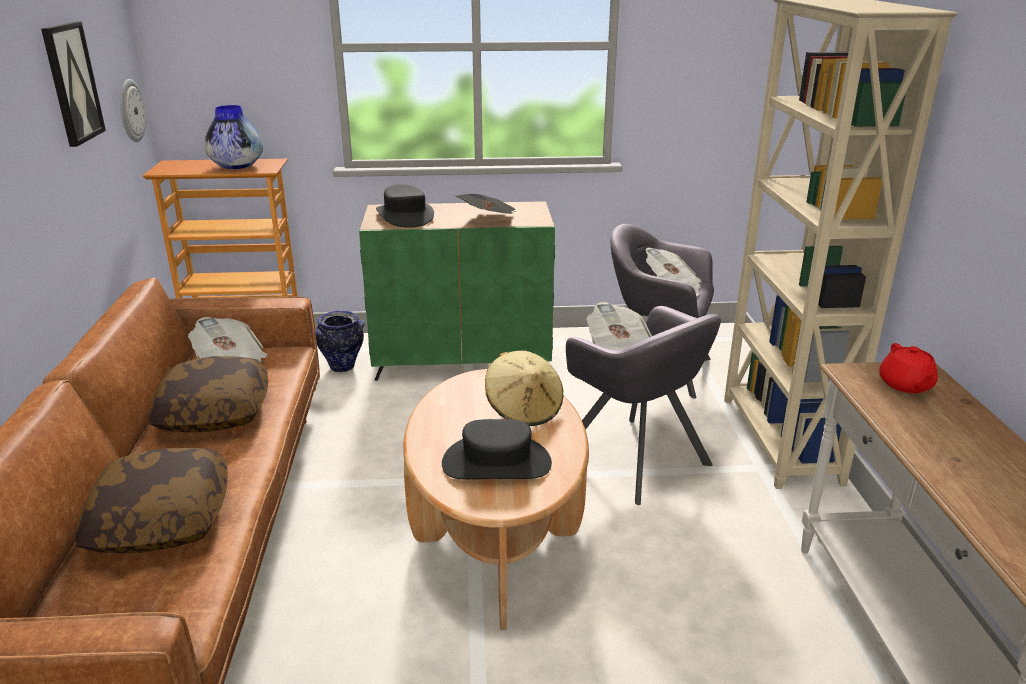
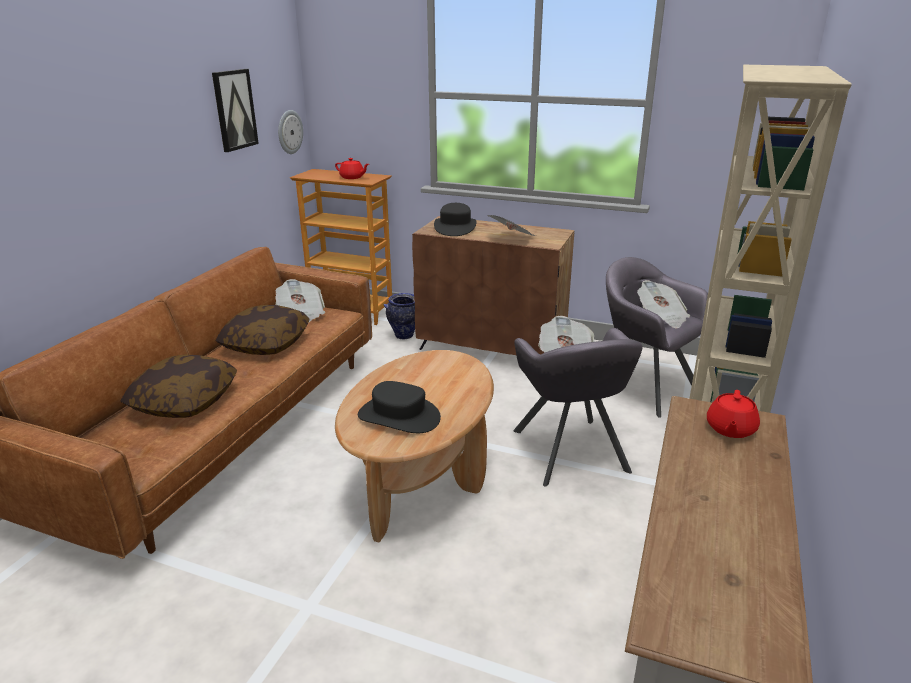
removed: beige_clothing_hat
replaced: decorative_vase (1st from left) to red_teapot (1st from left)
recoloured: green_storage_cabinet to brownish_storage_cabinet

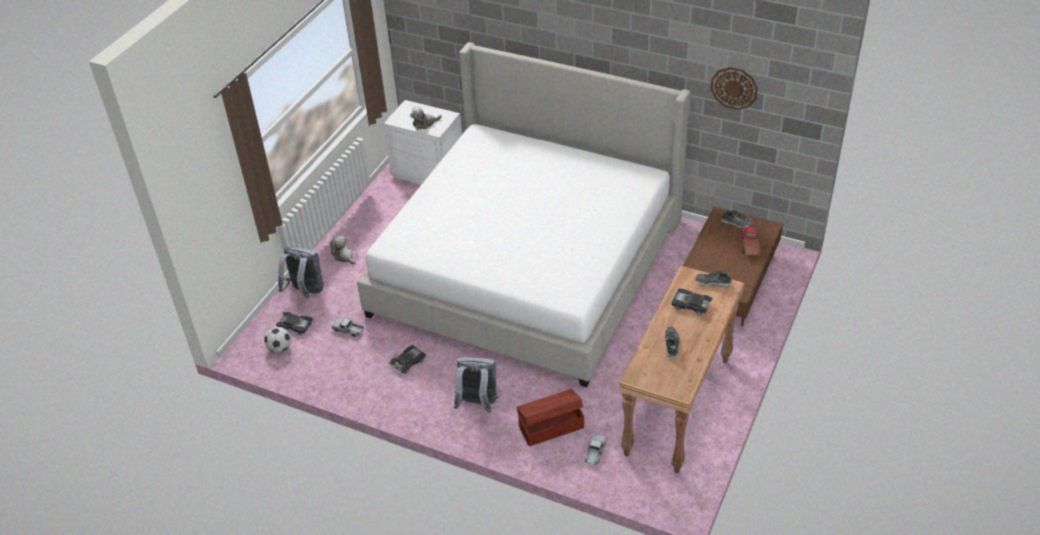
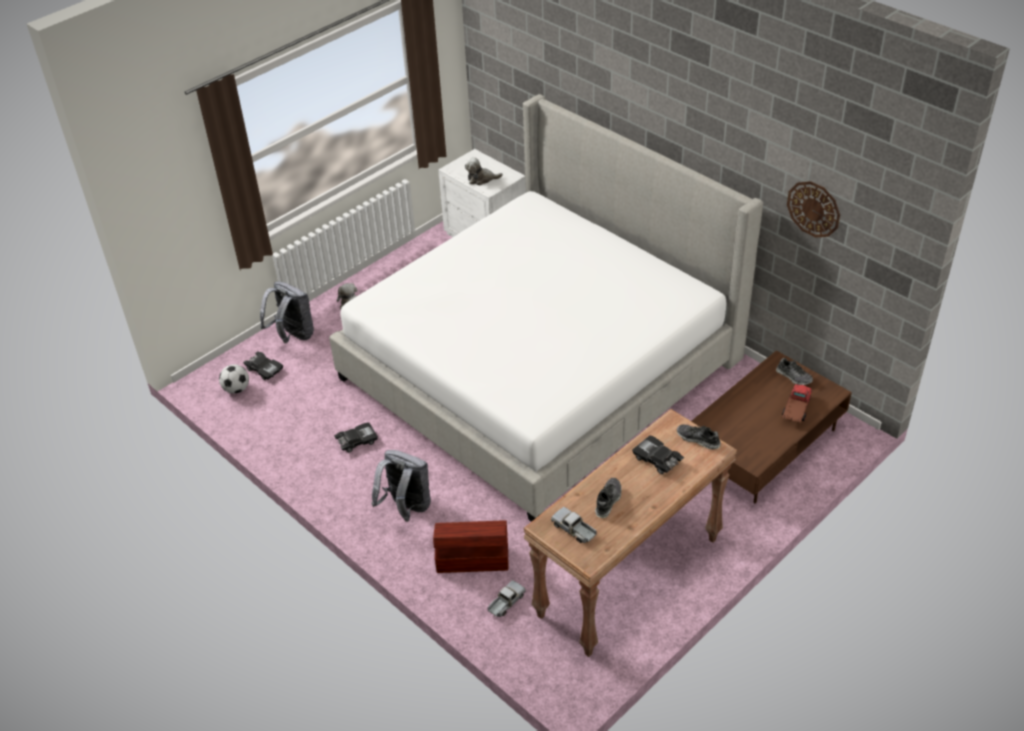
moved: toy_truck (1st from left in the first image) to toy_truck (2nd from left)

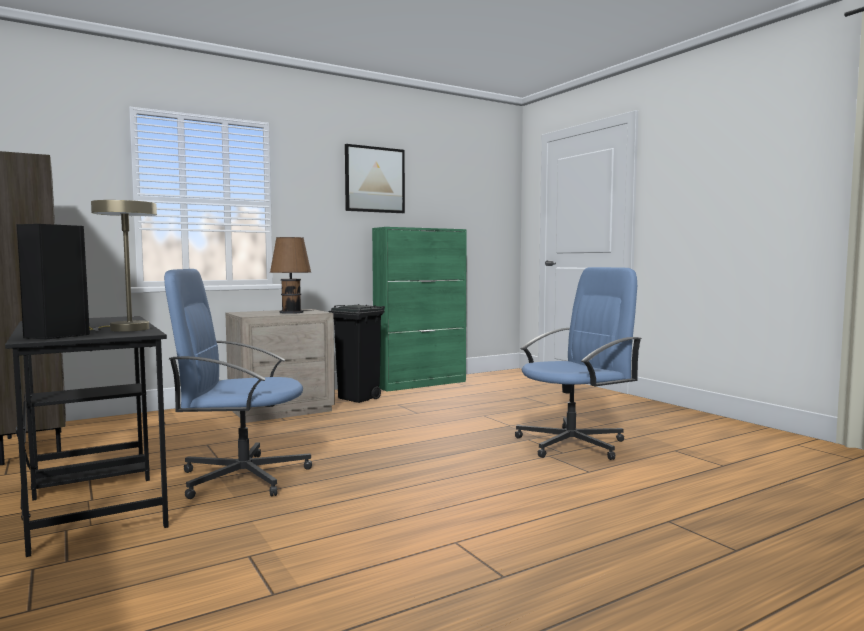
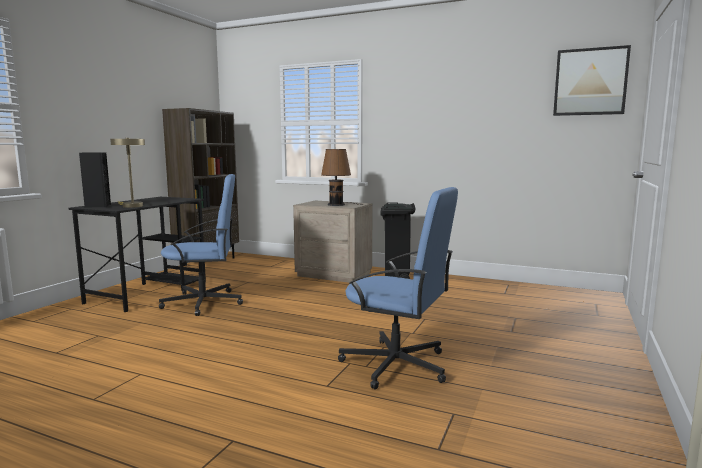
removed: green_storage_cabinet
moved: wall_picture
turned: bluish_computer_chair (1st from left) 120 degrees clockwise

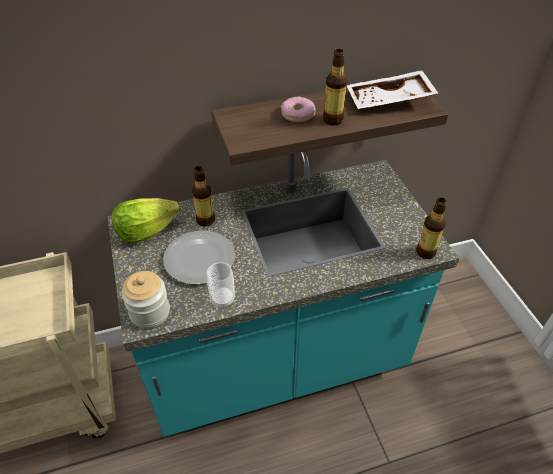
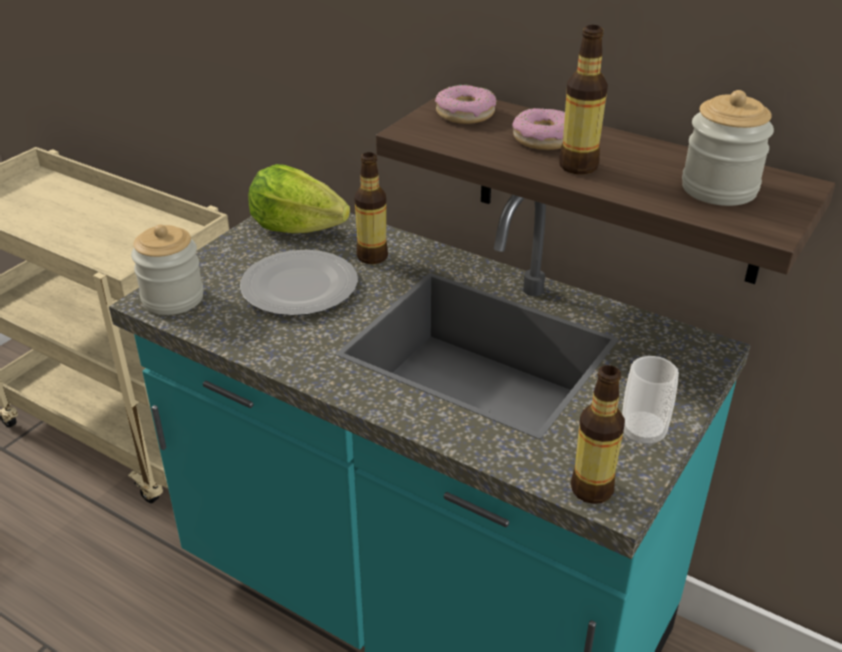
added: doughnut (1st from left)
moved: small_cup
replaced: white-coloured_serving_tray to preserve_jar (2nd from left)

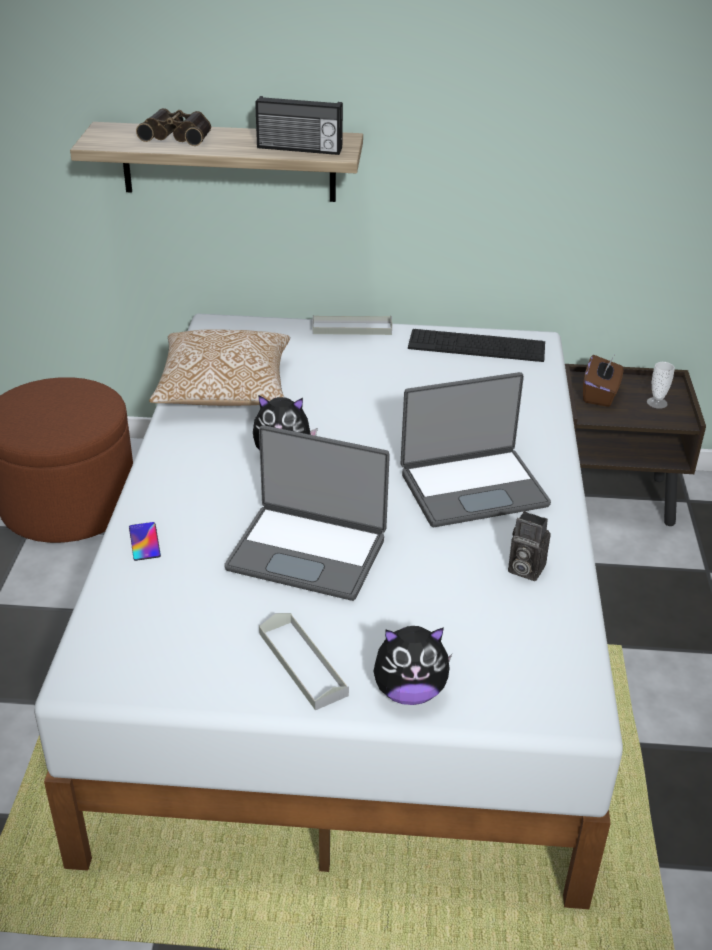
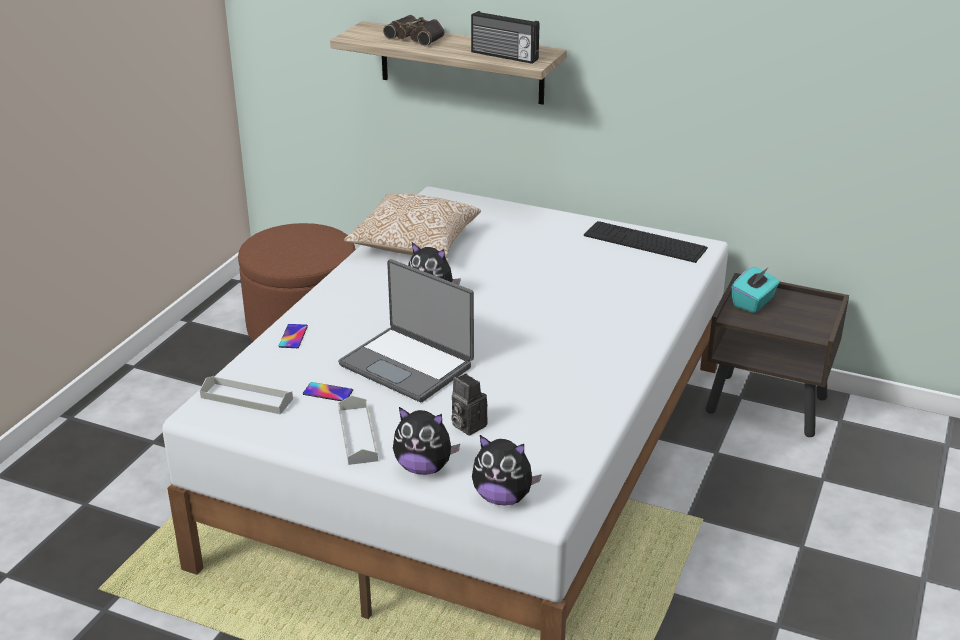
removed: portable_computer (2nd from left); small_cup
added: phone (2nd from left); plush_toy (3rd from left)
moved: greyish_serving_tray (2nd from left in the first image) to greyish_serving_tray (1st from left); photo_camera
recoloured: brownish_tissue_box to turquoise_tissue_box

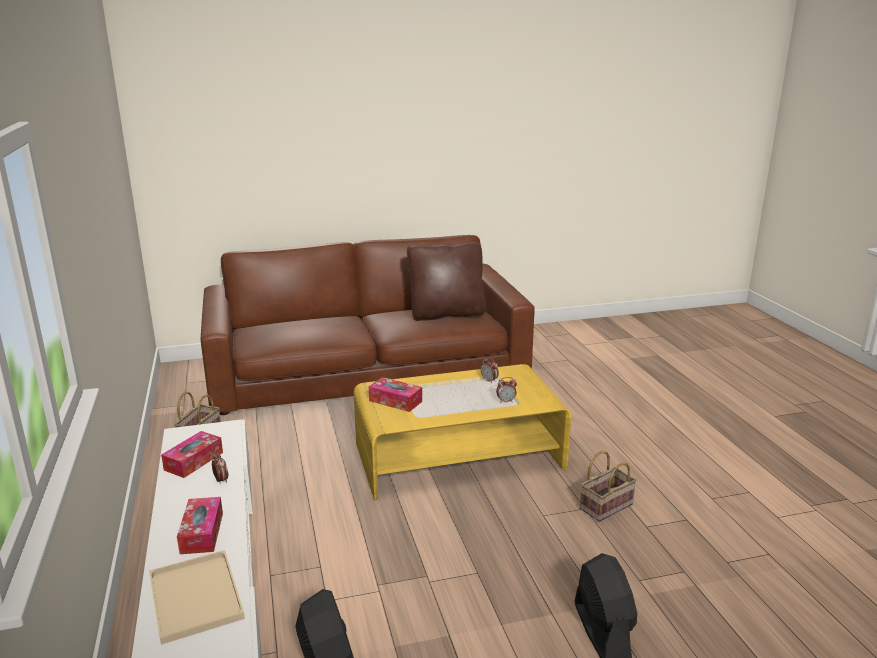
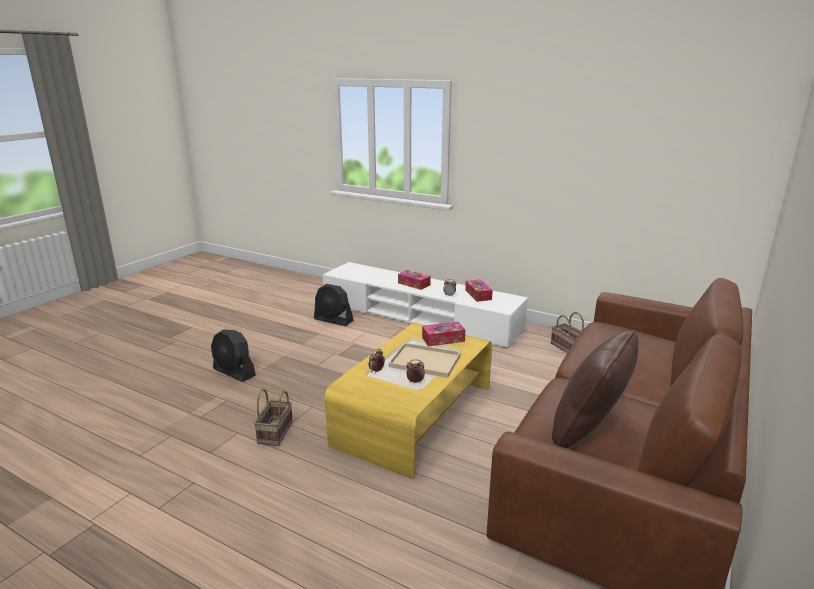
moved: beige_serving_tray

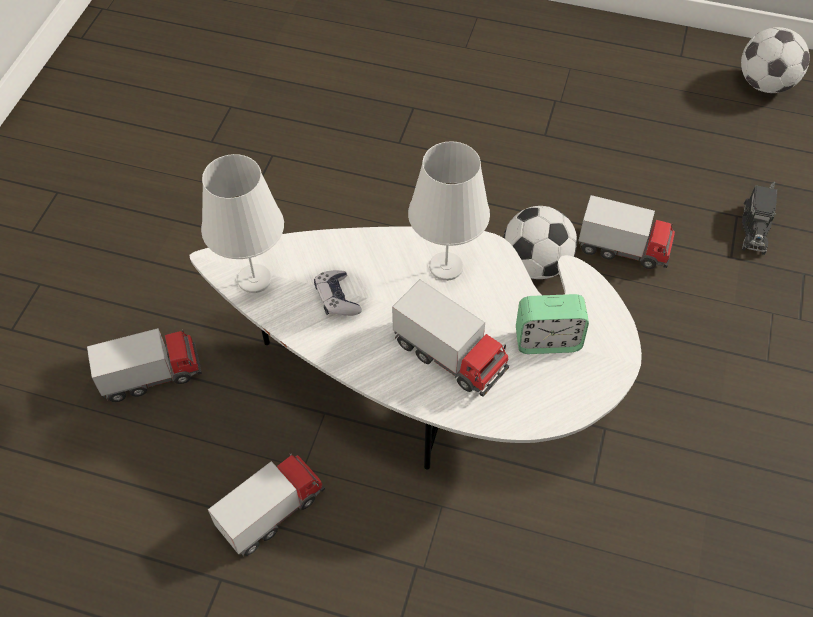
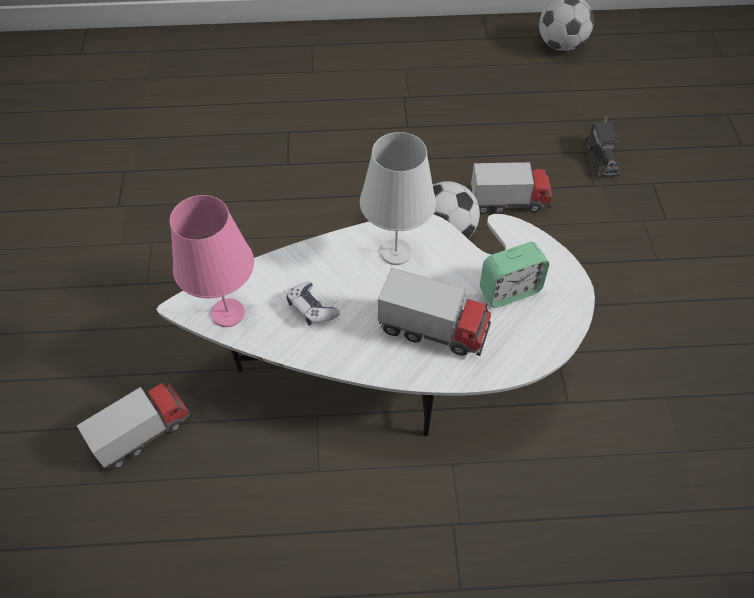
removed: toy_truck (2nd from left)
recoloured: white-coloured_tabletop_lamp (1st from left) to pink-coloured_tabletop_lamp

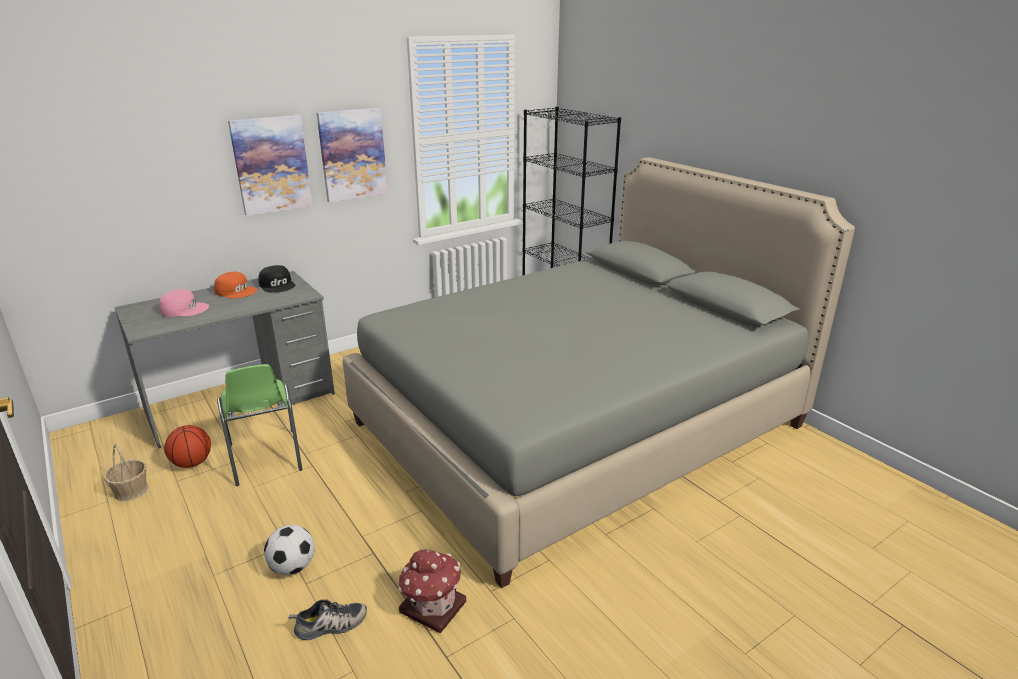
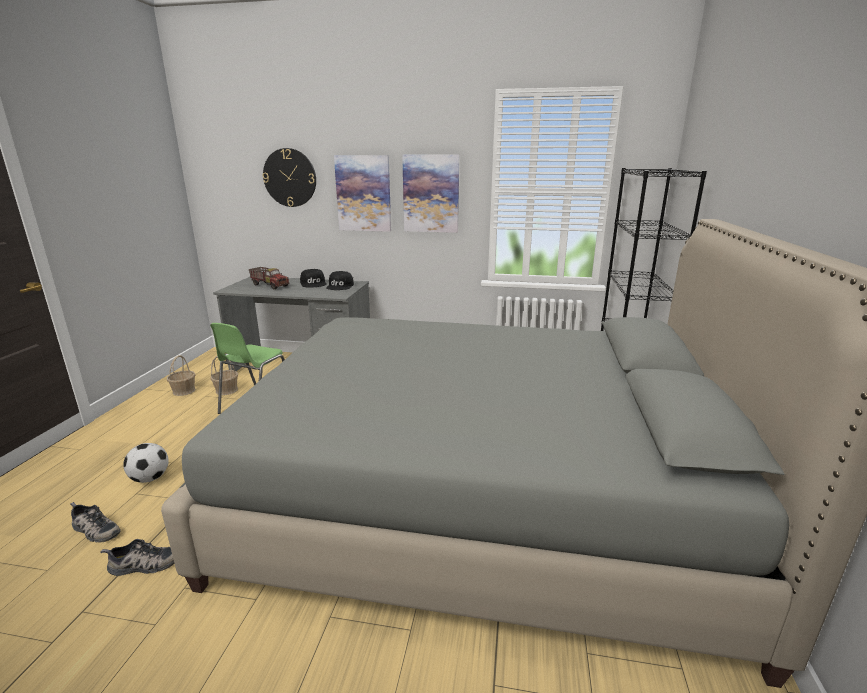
added: clock_on_the_wall
replaced: model_house to shoe (2nd from left); ball_for_basketball to storage_basket (2nd from left); pink-coloured_peaked_cap to toy_truck
recoloured: orange_peaked_cap to black_peaked_cap (1st from left)

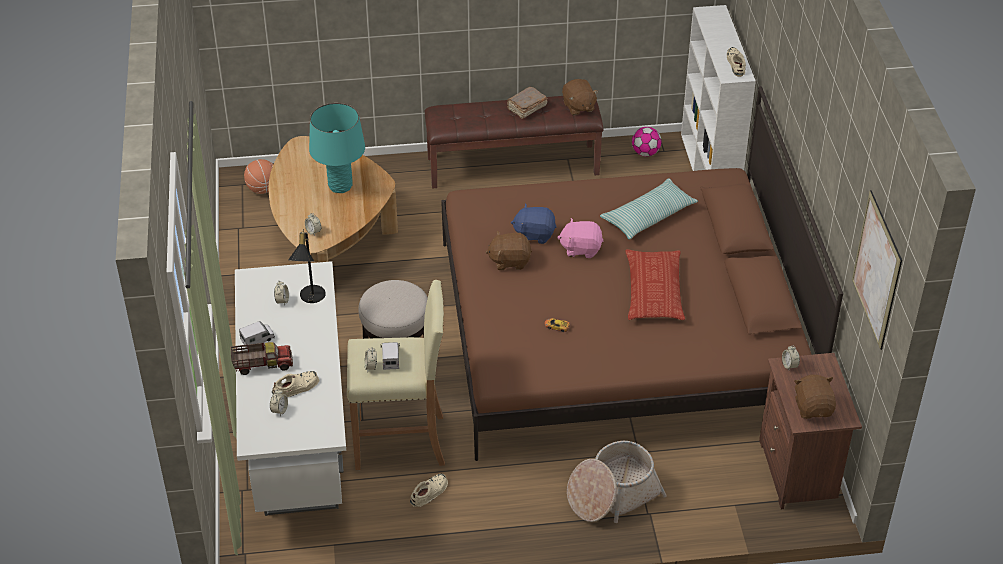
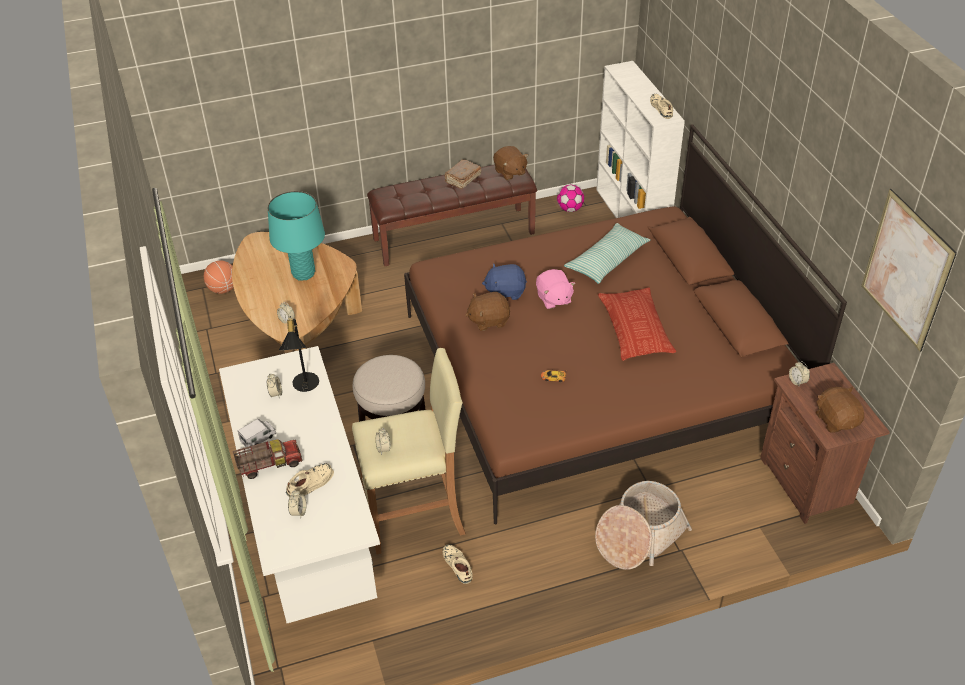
removed: toy_truck (3rd from left)
turned: beige_shoe (2nd from left) 60 degrees counterclockwise; pink-coloured_plush_toy 105 degrees counterclockwise

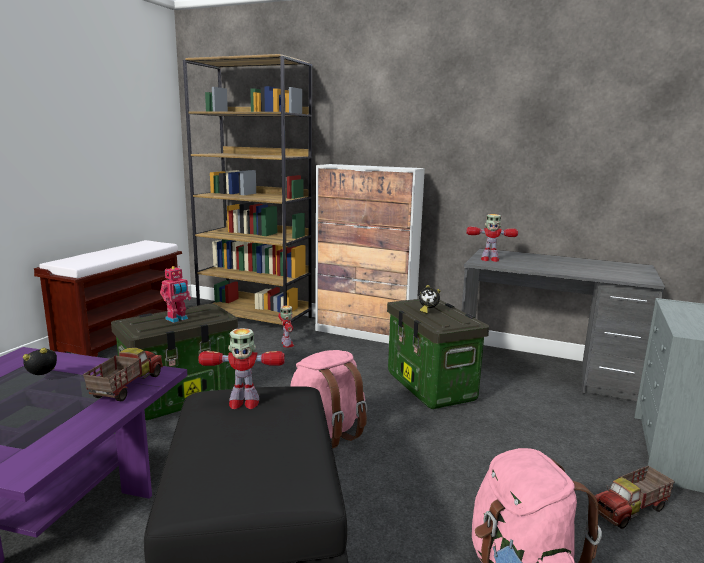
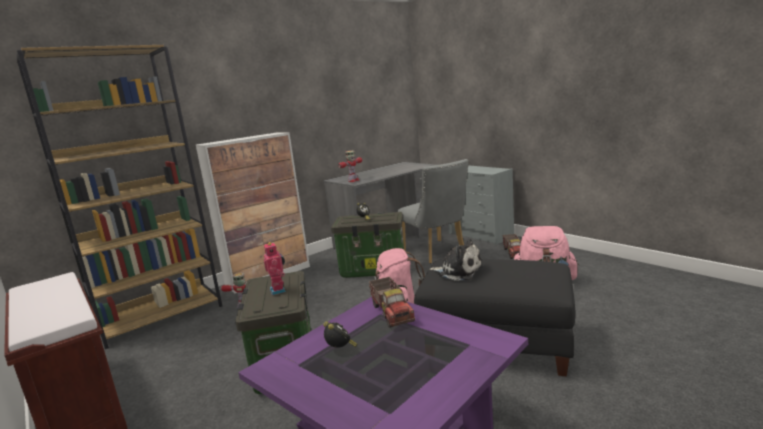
added: greyish_upright_chair
replaced: model_robot (2nd from left) to plush_toy
turned: table_clock (1st from left) 150 degrees clockwise; toy_truck (1st from left) 150 degrees counterclockwise

